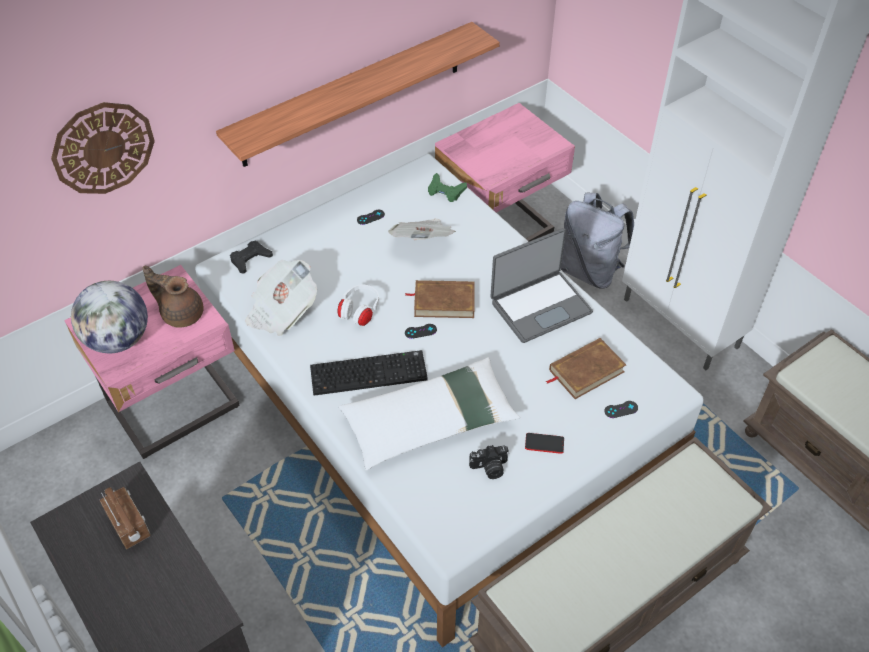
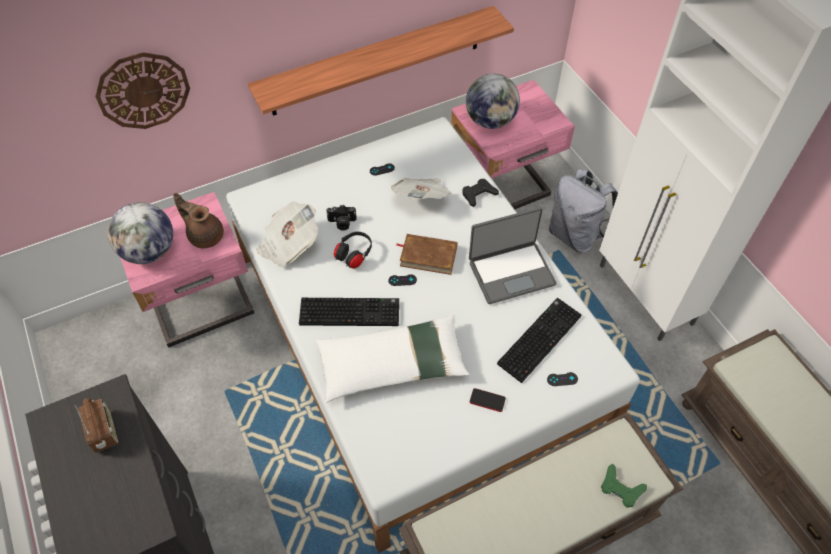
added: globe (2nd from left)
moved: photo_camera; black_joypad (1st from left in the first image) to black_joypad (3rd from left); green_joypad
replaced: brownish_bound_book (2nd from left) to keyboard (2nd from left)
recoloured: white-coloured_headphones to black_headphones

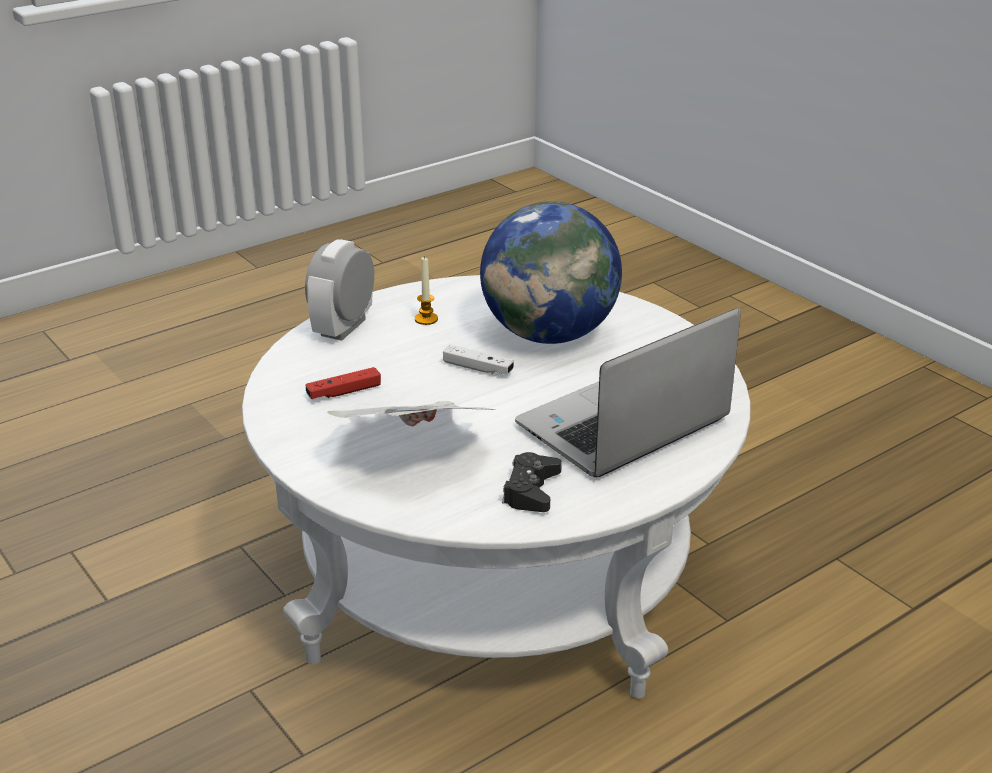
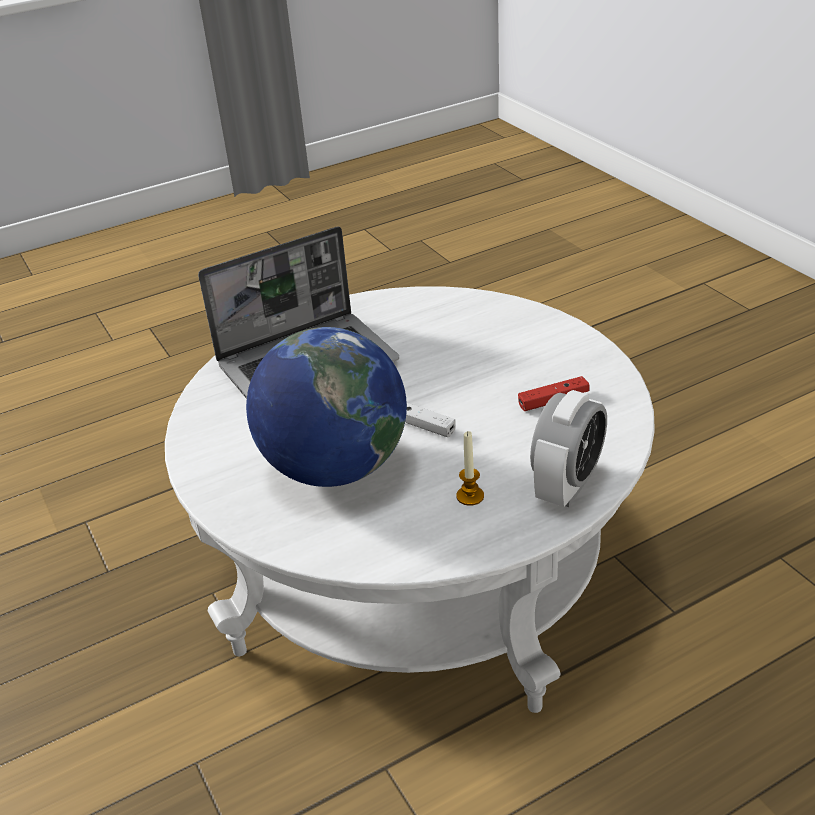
removed: printed_paper; black_joypad

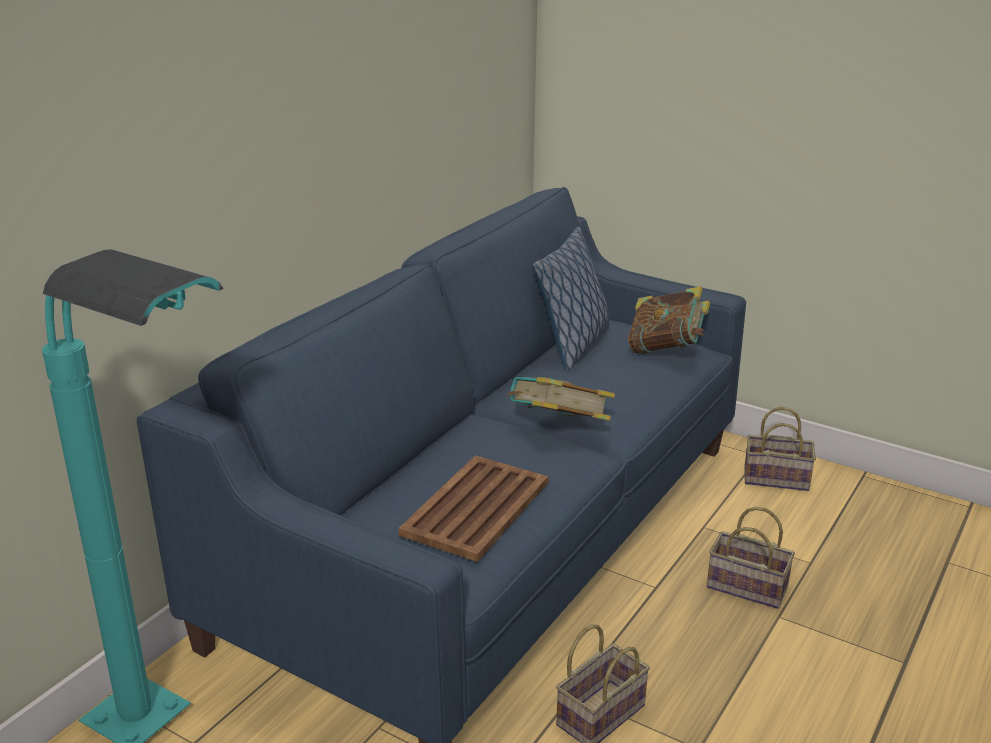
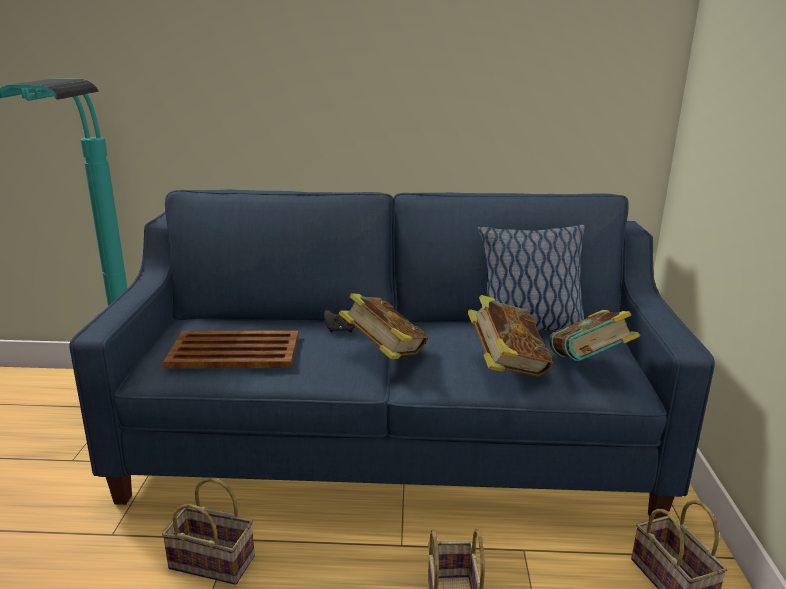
added: black_joypad; bound_book (2nd from left)

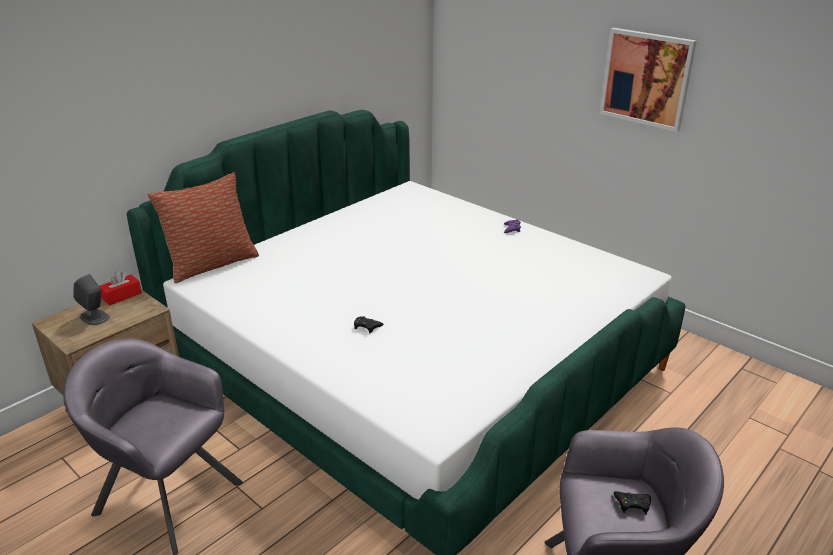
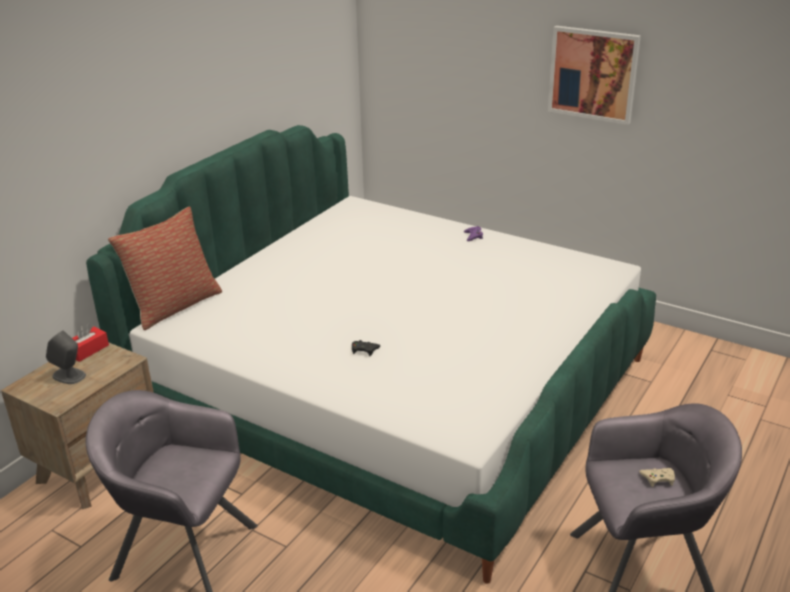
recoloured: black_joypad (2nd from left) to beige_joypad

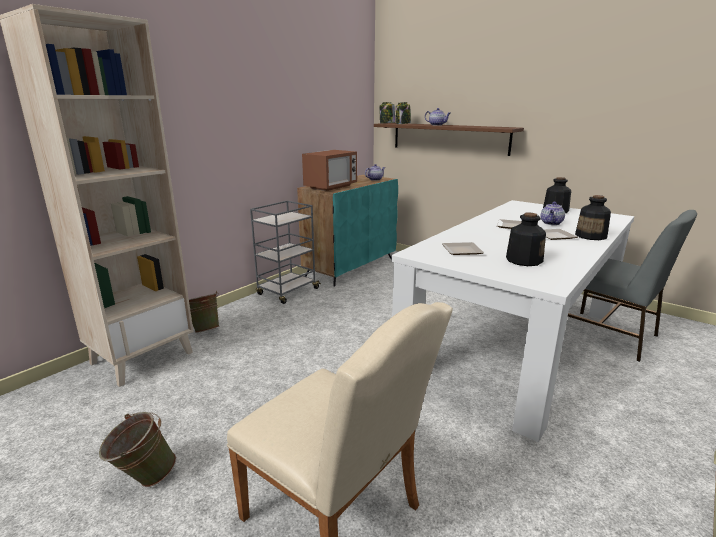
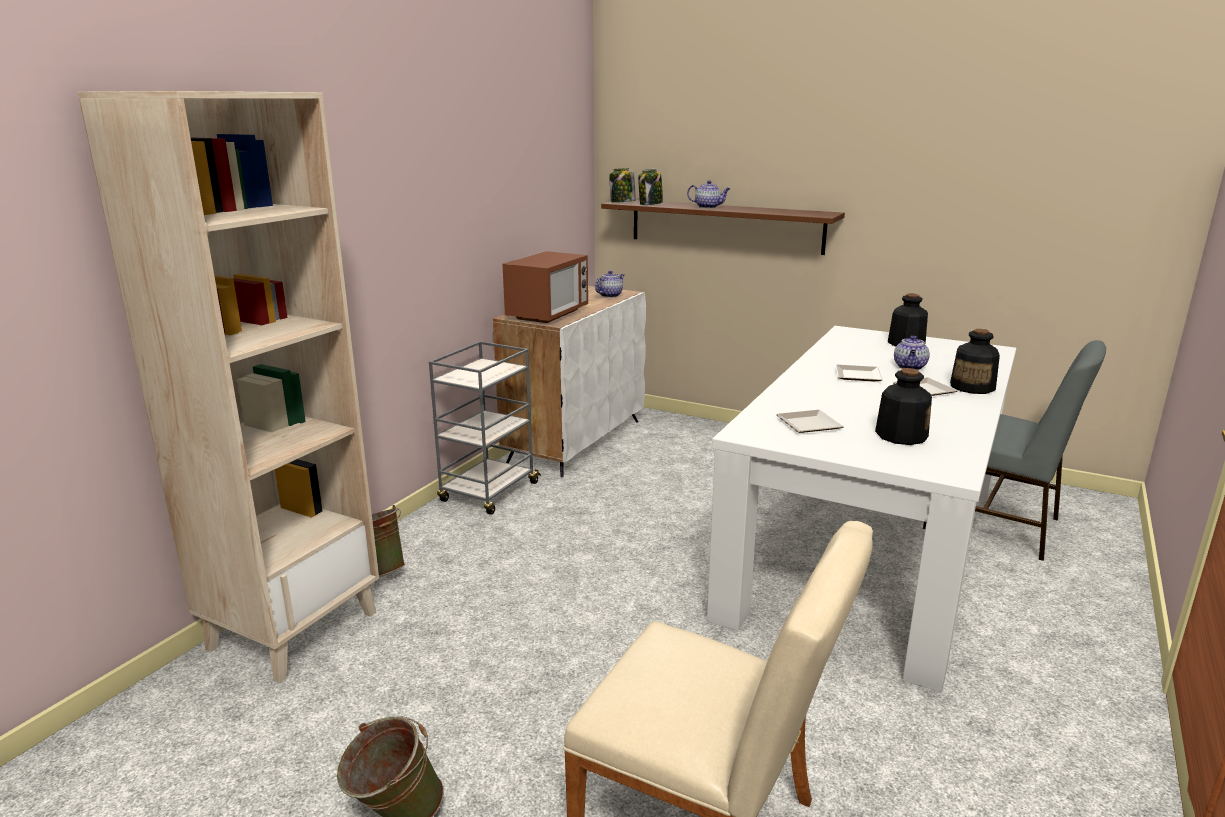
recoloured: turquoise_storage_cabinet to white-coloured_storage_cabinet

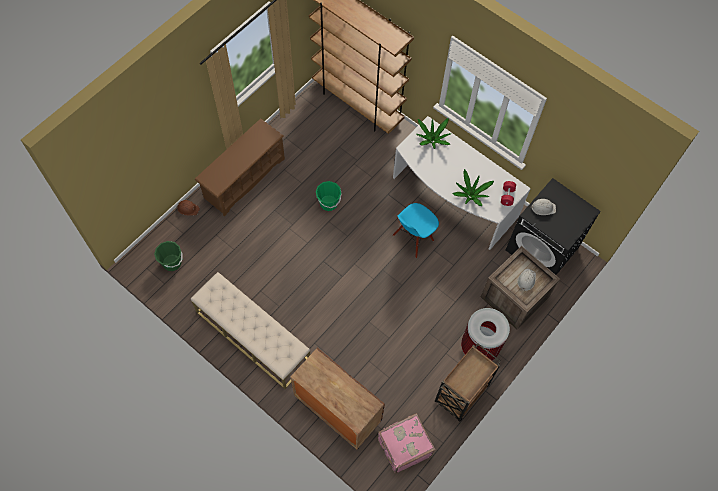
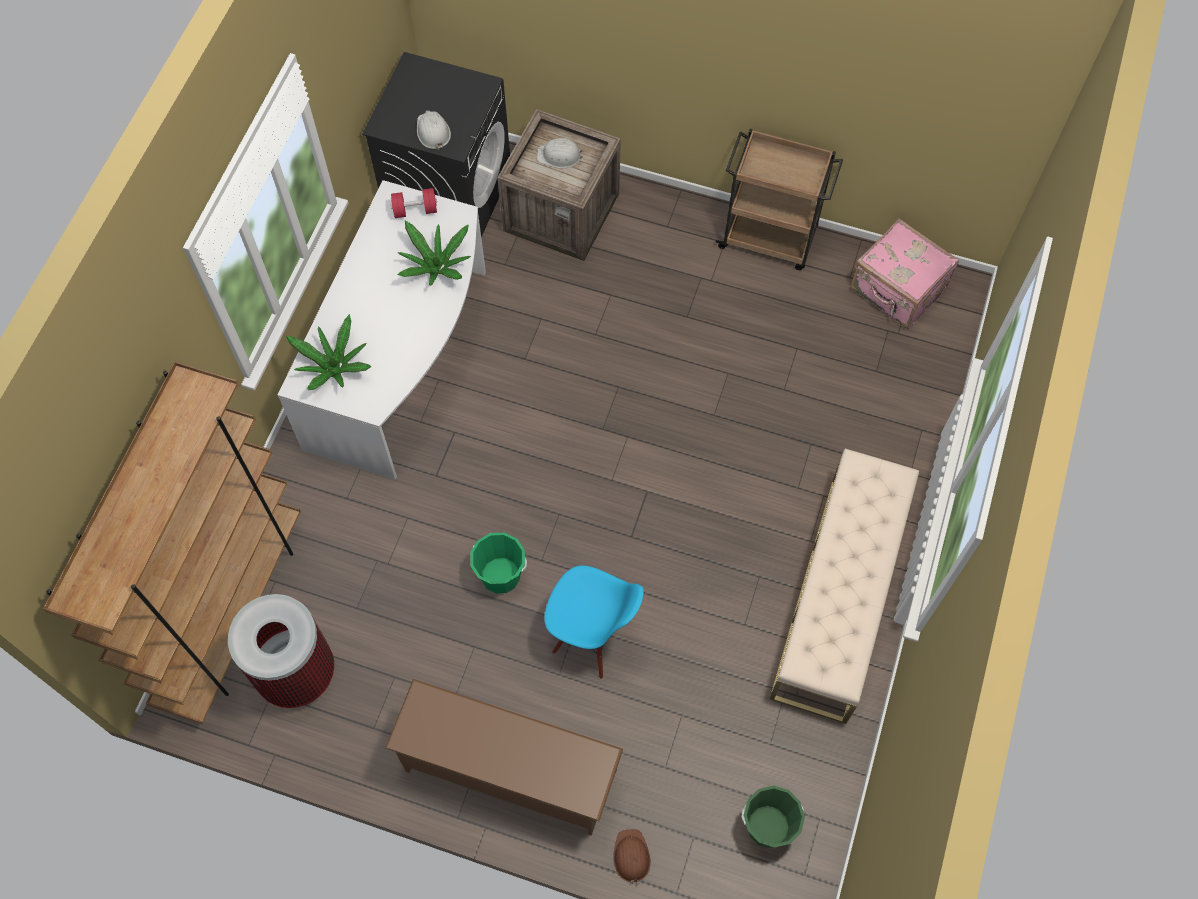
removed: brownish_storage_cabinet
moved: trash_can; bluish_upright_chair

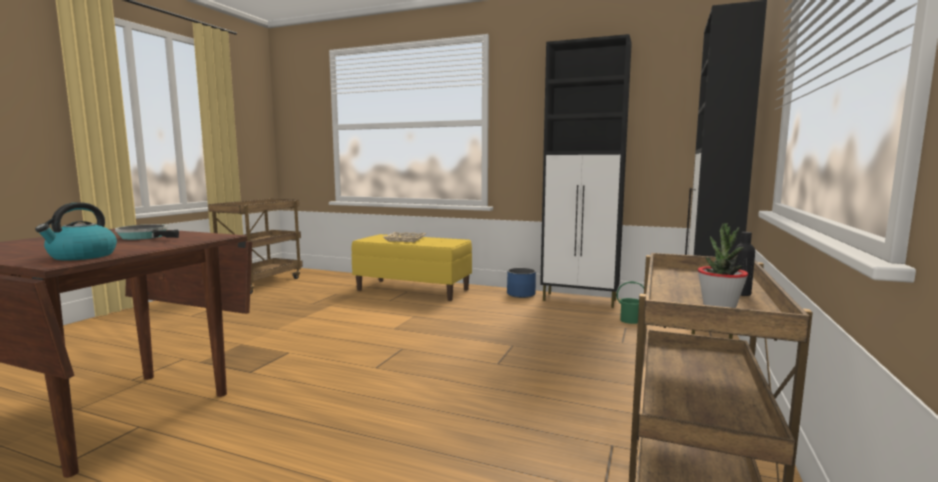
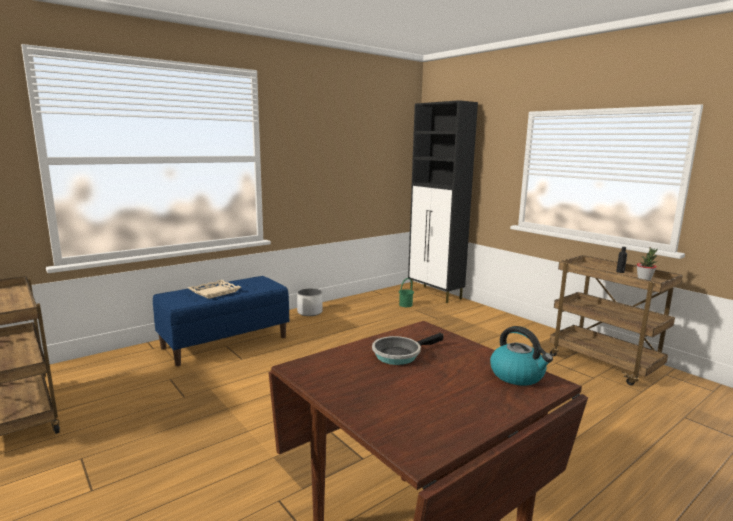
removed: black_storage_cabinet (1st from left)
recoloured: yellowish_long_seat to bluish_long_seat; bluish_flower_pot to white-coloured_flower_pot

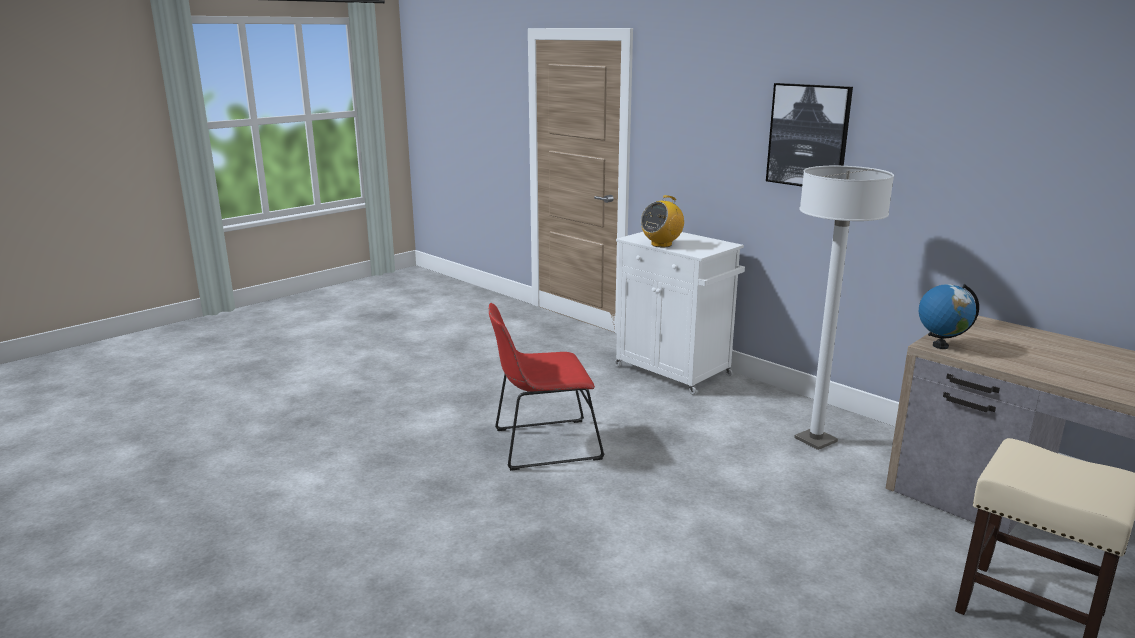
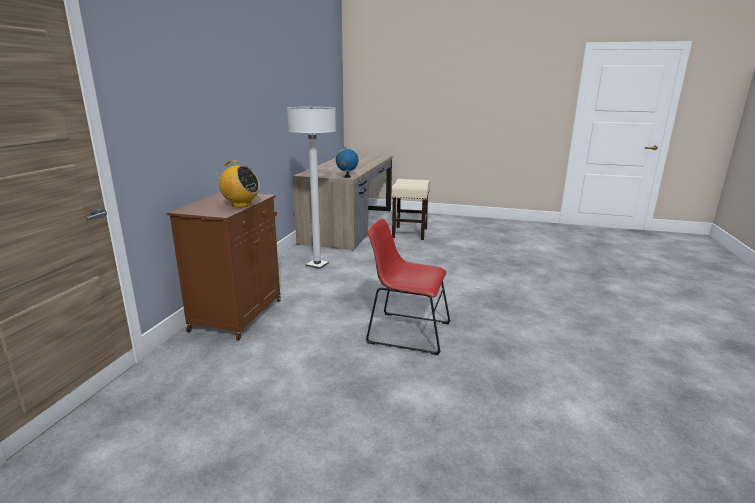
removed: wall_picture
recoloured: white-coloured_storage_cabinet to brownish_storage_cabinet
turned: red_upright_chair 150 degrees clockwise

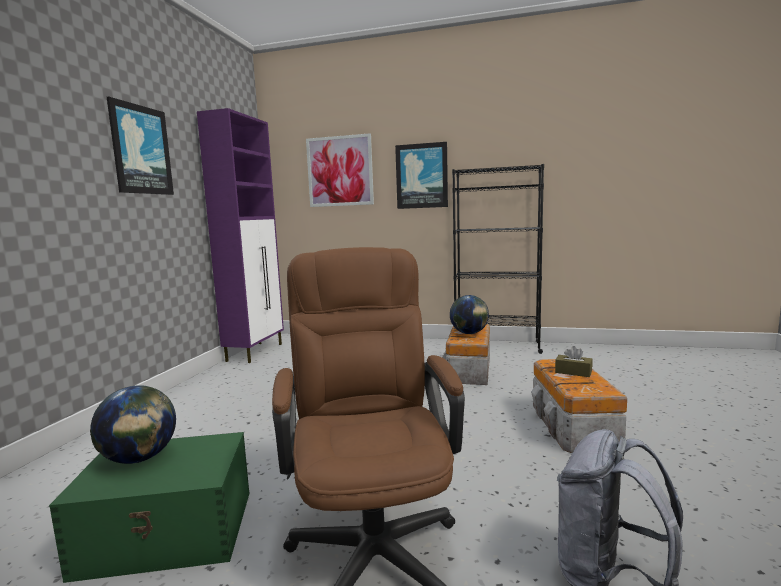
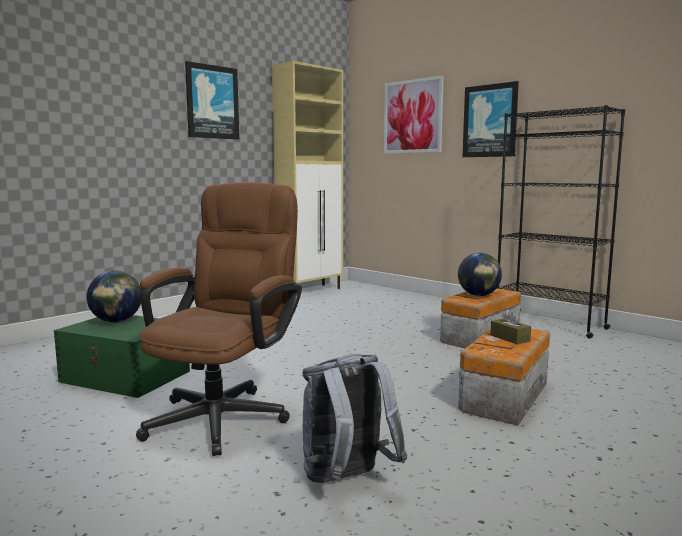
recoloured: purplish_storage_cabinet to beige_storage_cabinet

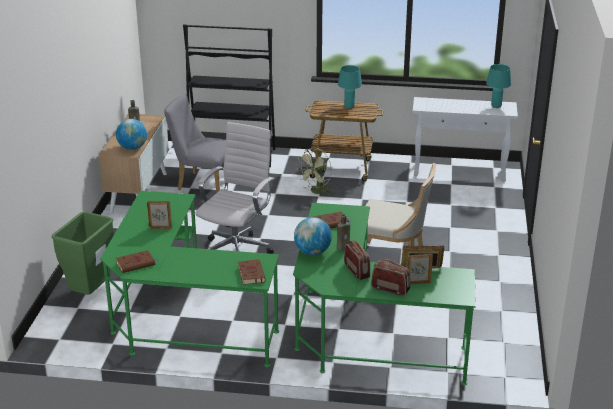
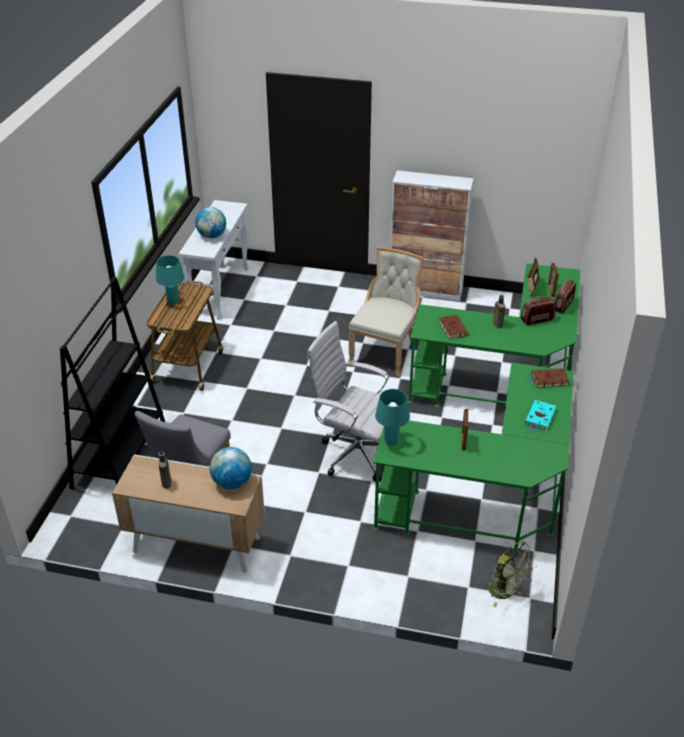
removed: green_trash_can; brownish_bound_book (1st from left)
added: storage_cabinet (2nd from left); turquoise_bound_book
moved: globe (2nd from left in the first image) to globe (1st from left); turquoise_tabletop_lamp (2nd from left); green_fan

